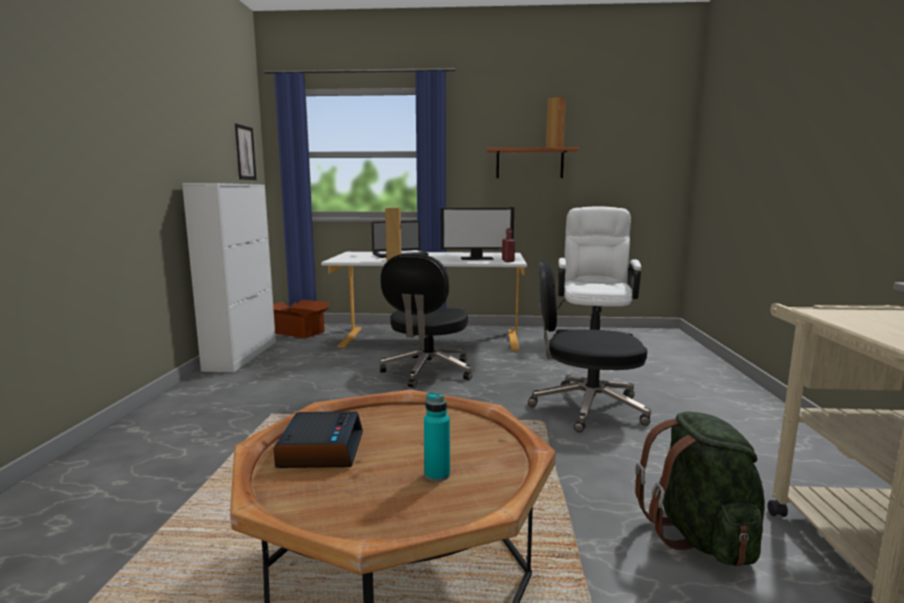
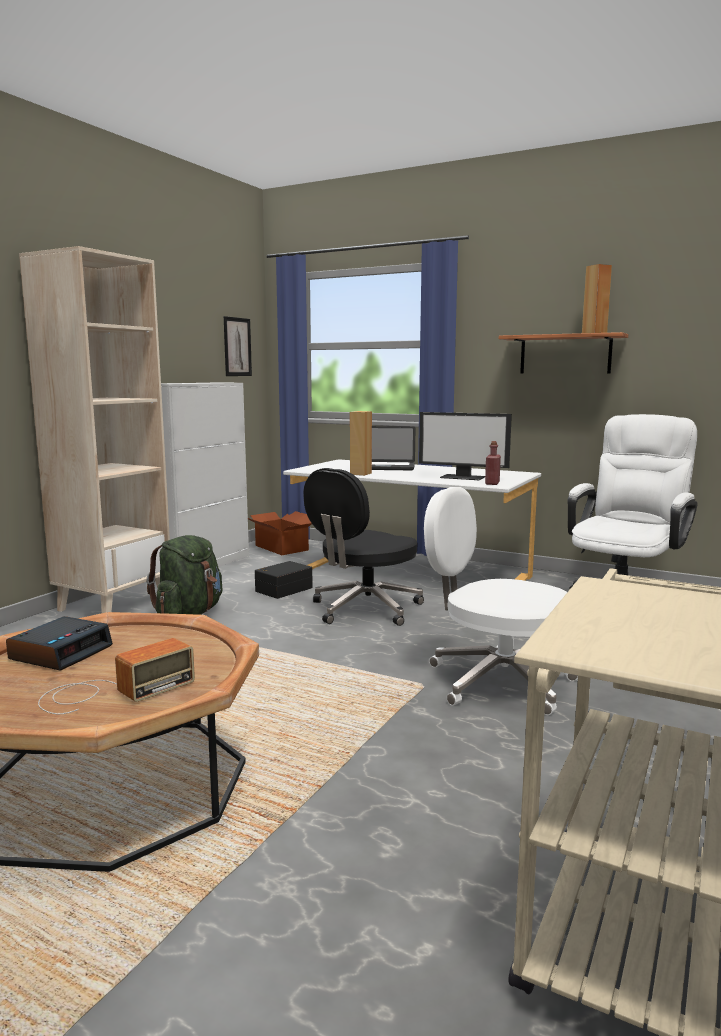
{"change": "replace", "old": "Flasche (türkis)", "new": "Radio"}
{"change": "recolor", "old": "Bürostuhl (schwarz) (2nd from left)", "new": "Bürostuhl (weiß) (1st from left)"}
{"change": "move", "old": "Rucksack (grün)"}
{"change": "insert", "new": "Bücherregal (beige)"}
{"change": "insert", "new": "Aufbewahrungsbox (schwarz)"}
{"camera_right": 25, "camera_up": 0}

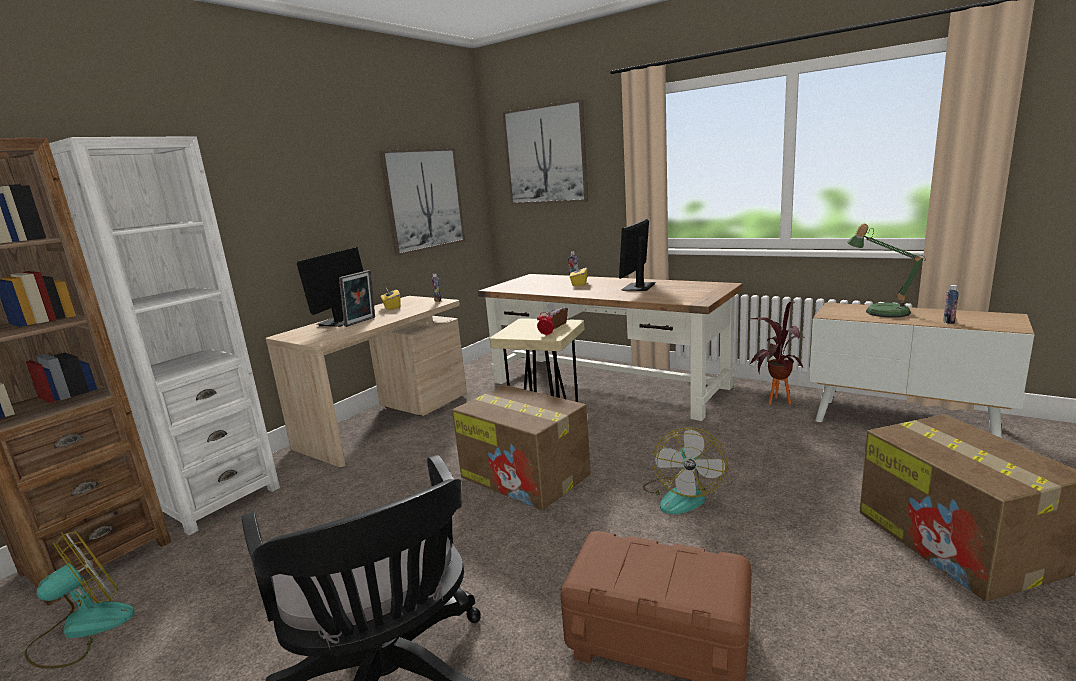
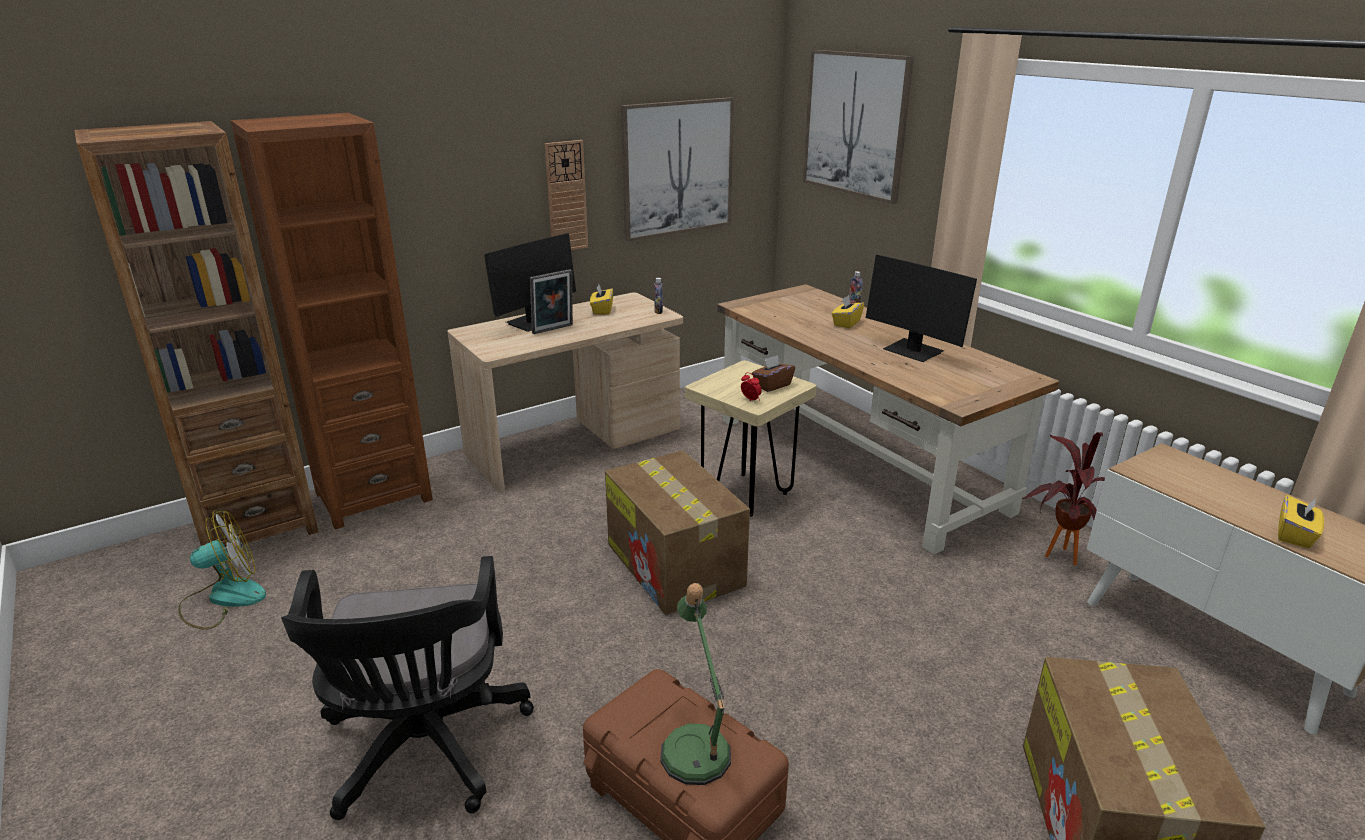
{"change": "recolor", "old": "Bücherregal (weiß)", "new": "Bücherregal (braun) (2nd from left)"}
{"change": "rotate", "old": "Monitor (2nd from left)", "degrees": -90}
{"change": "delete", "old": "Ventilator (2nd from left)"}
{"change": "move", "old": "Tischlampe"}
{"change": "replace", "old": "Flasche (3rd from left)", "new": "Taschentuchbox (gelb) (3rd from left)"}
{"change": "insert", "new": "Wanduhr"}
{"camera_right": 20, "camera_up": 10}

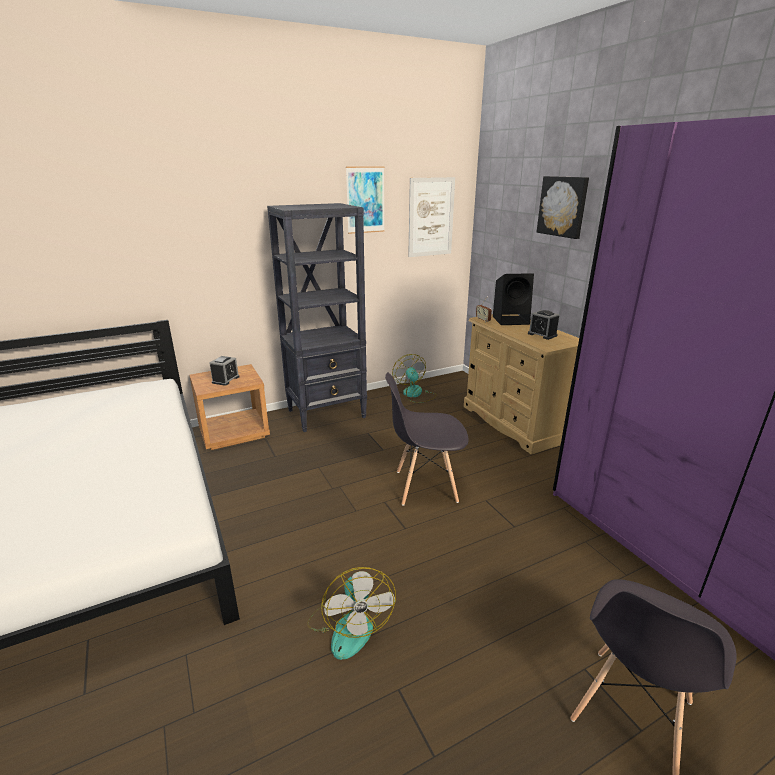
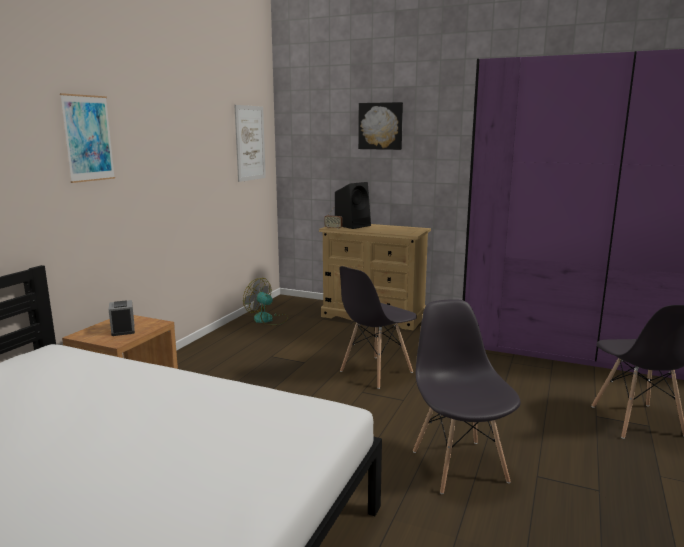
{"change": "delete", "old": "Bücherregal (schwarz)"}
{"change": "replace", "old": "Ventilator (1st from left)", "new": "Stuhl (grau) (2nd from left)"}
{"change": "move", "old": "Bild (1st from left)"}
{"change": "delete", "old": "Wecker (2nd from left)"}
{"camera_right": -40, "camera_up": -10}

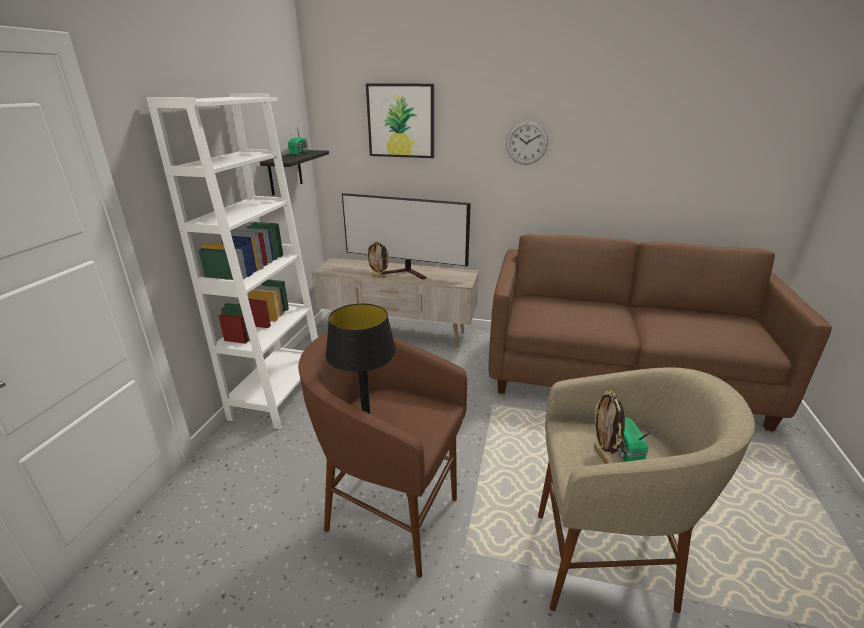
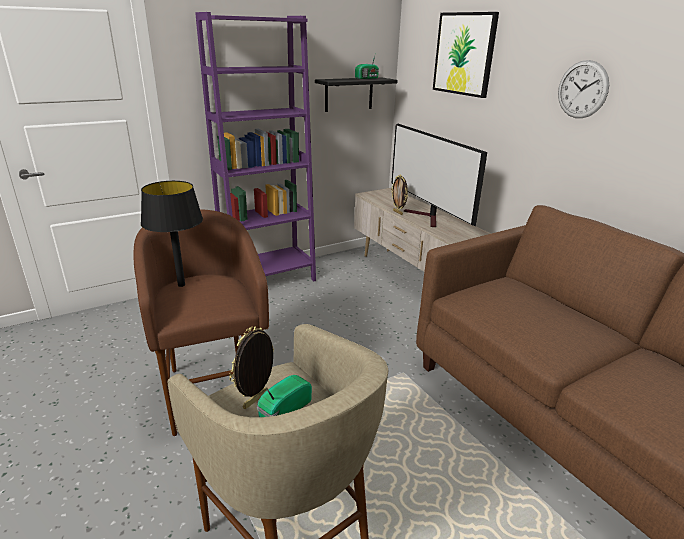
{"change": "recolor", "old": "Bücherregal (weiß)", "new": "Bücherregal (lila)"}
{"camera_right": 45, "camera_up": 0}

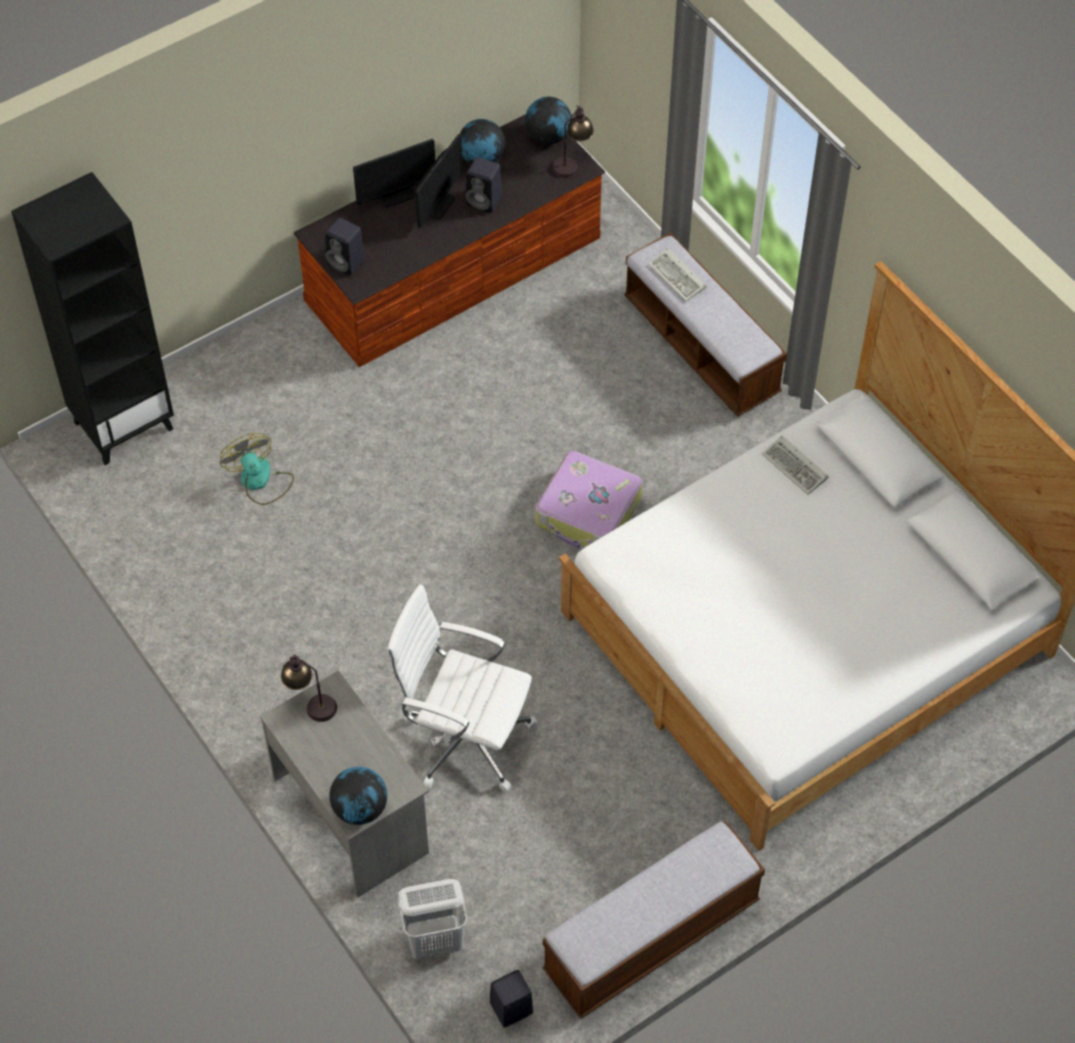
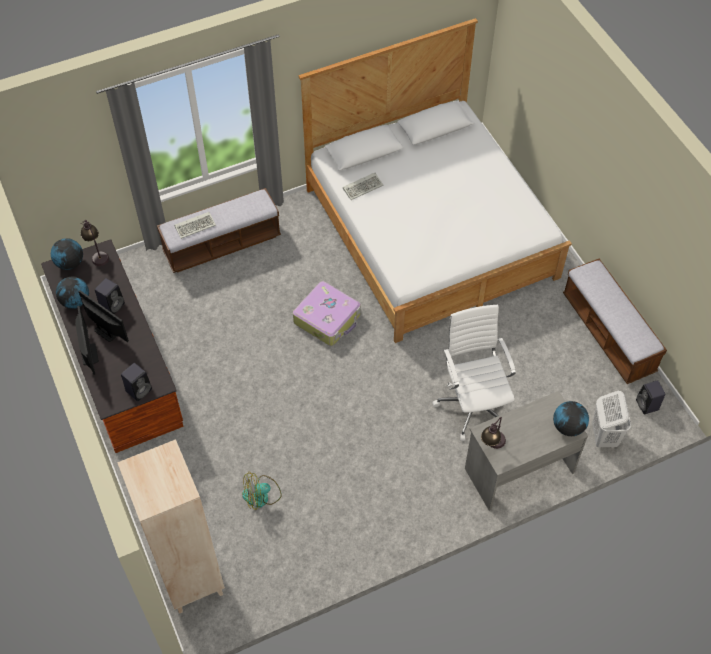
{"change": "recolor", "old": "Bücherregal (schwarz)", "new": "Bücherregal (beige)"}
{"change": "rotate", "old": "Bürostuhl (weiß)", "degrees": 135}
{"camera_right": -80, "camera_up": 0}

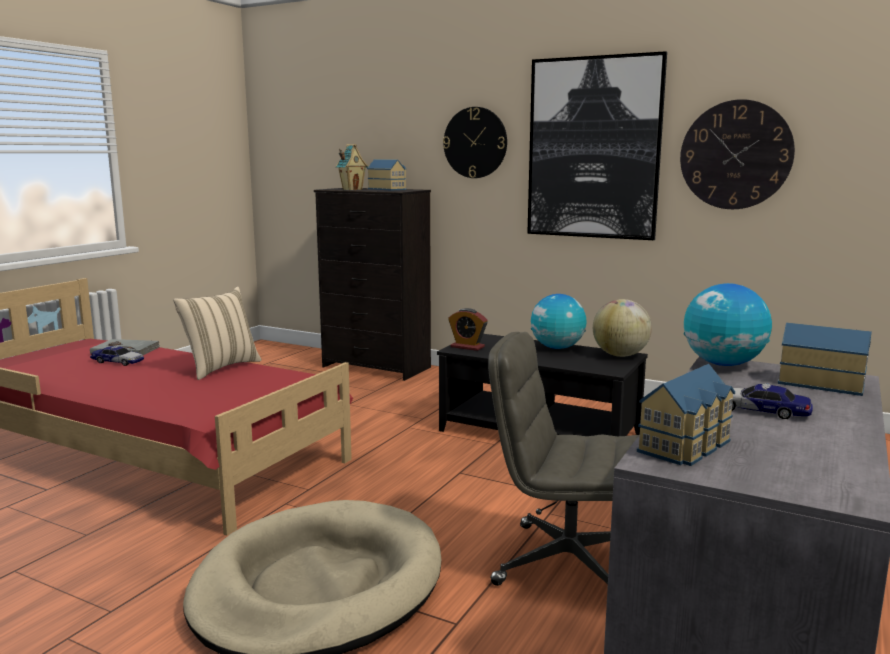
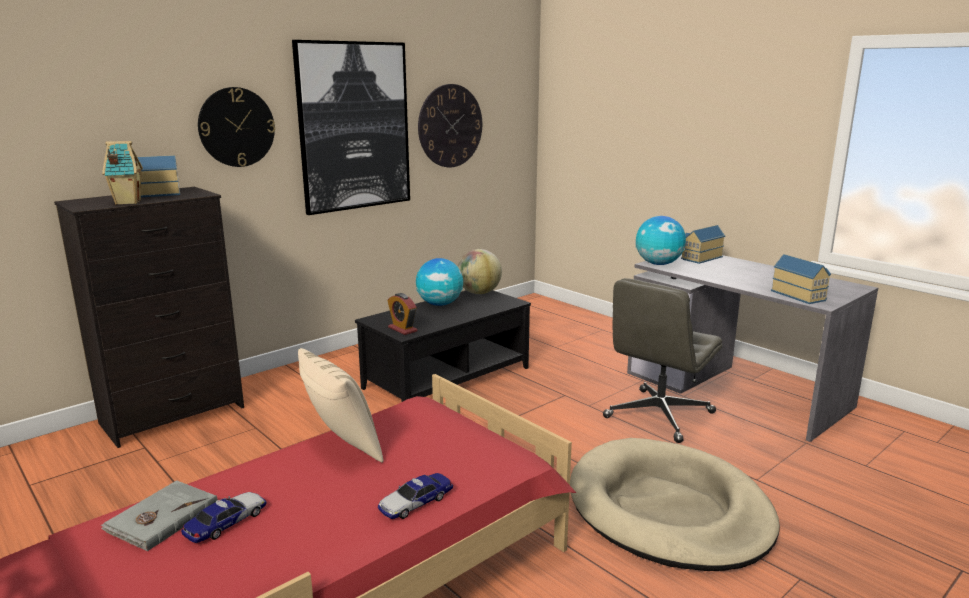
{"change": "rotate", "old": "Wecker", "degrees": 90}
{"change": "move", "old": "Spielzeugauto (2nd from left)"}
{"camera_right": -70, "camera_up": 5}

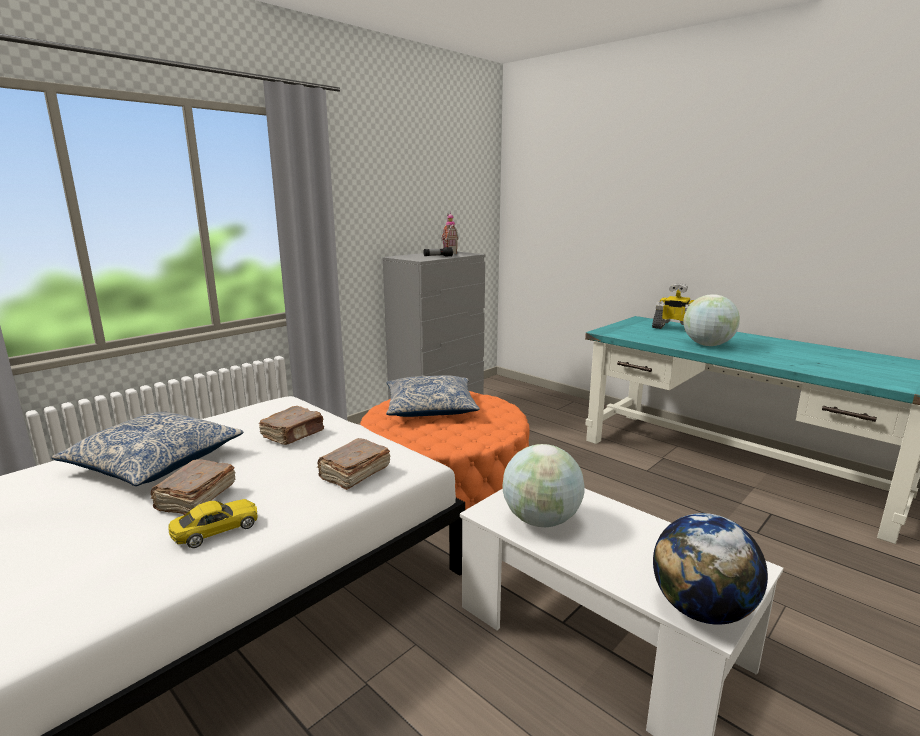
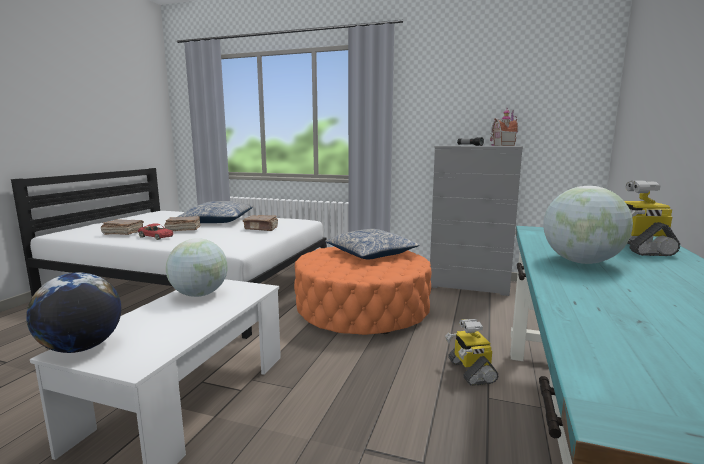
{"change": "recolor", "old": "Spielzeugauto (gelb)", "new": "Spielzeugauto (rot)"}
{"change": "move", "old": "Buch (braun) (3rd from left in the first image)", "new": "Buch (braun) (1st from left)"}
{"change": "insert", "new": "Spielzeugroboter (1st from left)"}
{"camera_right": 65, "camera_up": -5}

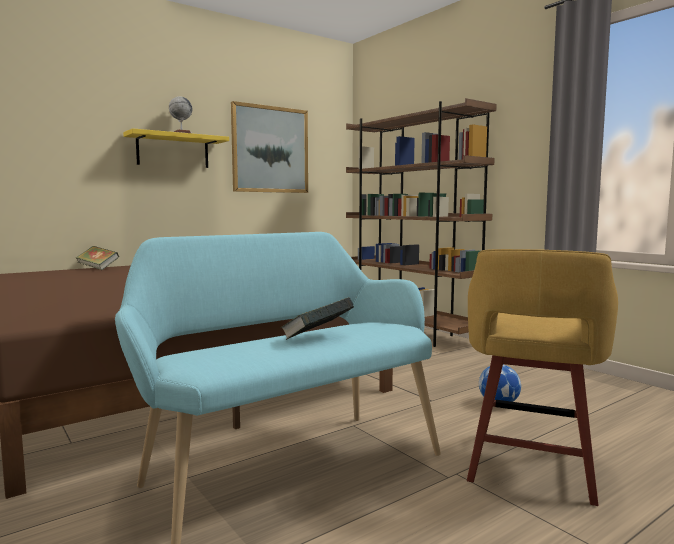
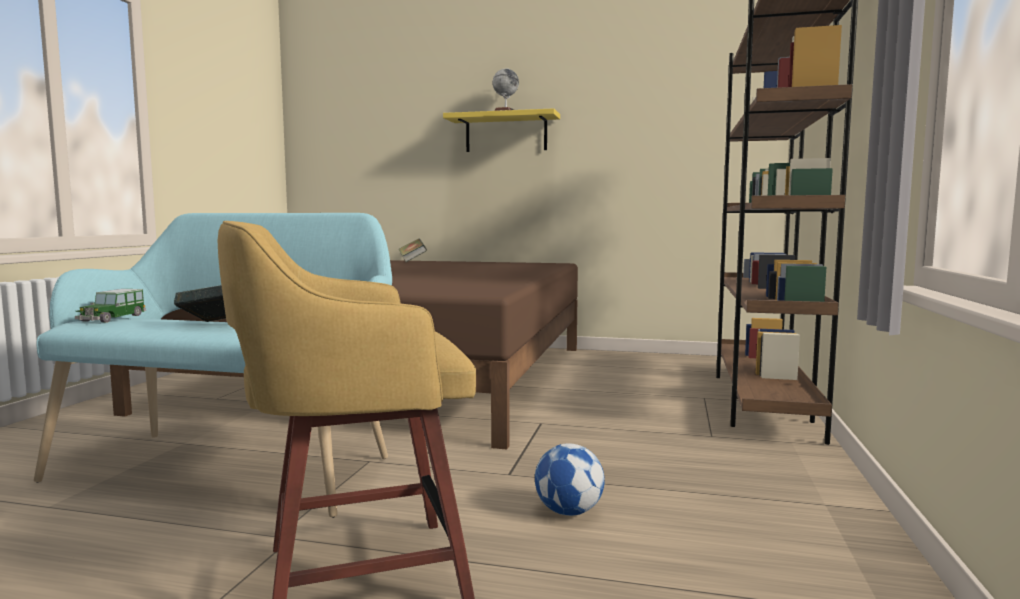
{"change": "delete", "old": "Bild"}
{"change": "insert", "new": "Spielzeugauto"}
{"camera_right": 50, "camera_up": 0}

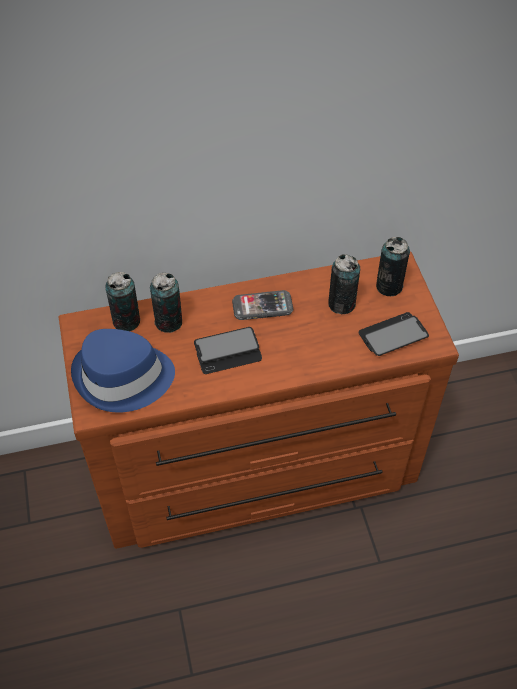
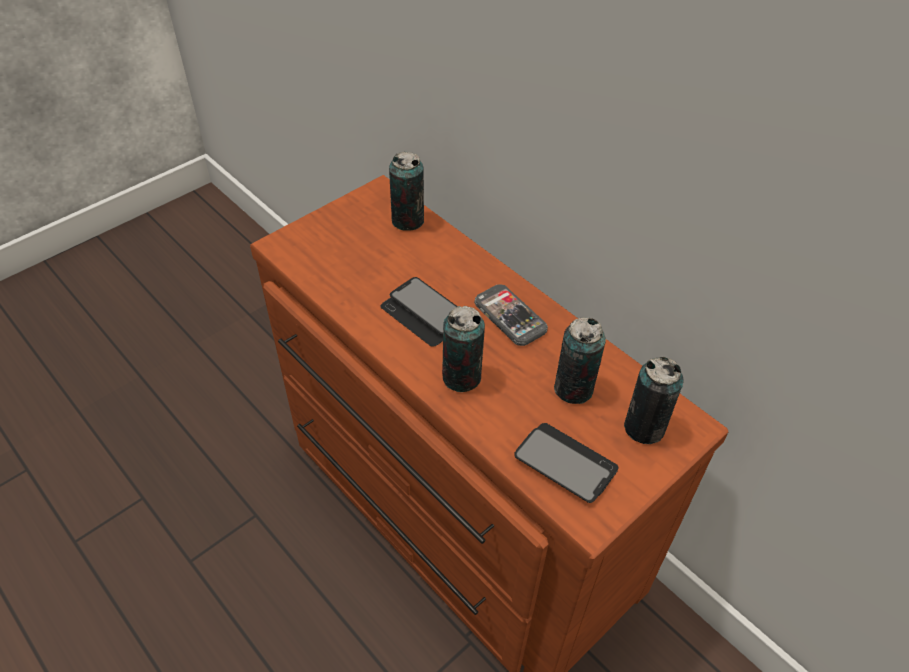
{"change": "delete", "old": "Hut (blau)"}
{"change": "move", "old": "Dose (2nd from left)"}
{"camera_right": 60, "camera_up": -5}

